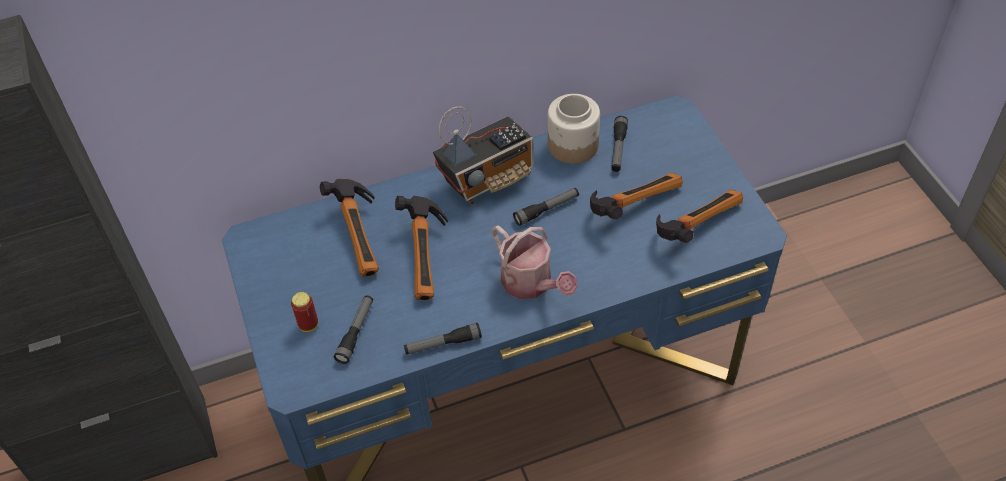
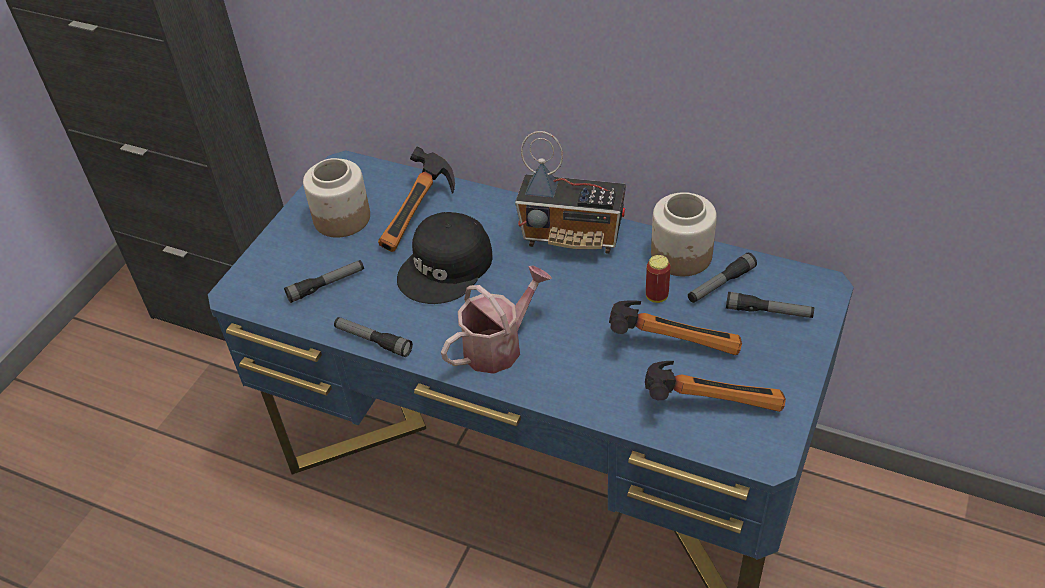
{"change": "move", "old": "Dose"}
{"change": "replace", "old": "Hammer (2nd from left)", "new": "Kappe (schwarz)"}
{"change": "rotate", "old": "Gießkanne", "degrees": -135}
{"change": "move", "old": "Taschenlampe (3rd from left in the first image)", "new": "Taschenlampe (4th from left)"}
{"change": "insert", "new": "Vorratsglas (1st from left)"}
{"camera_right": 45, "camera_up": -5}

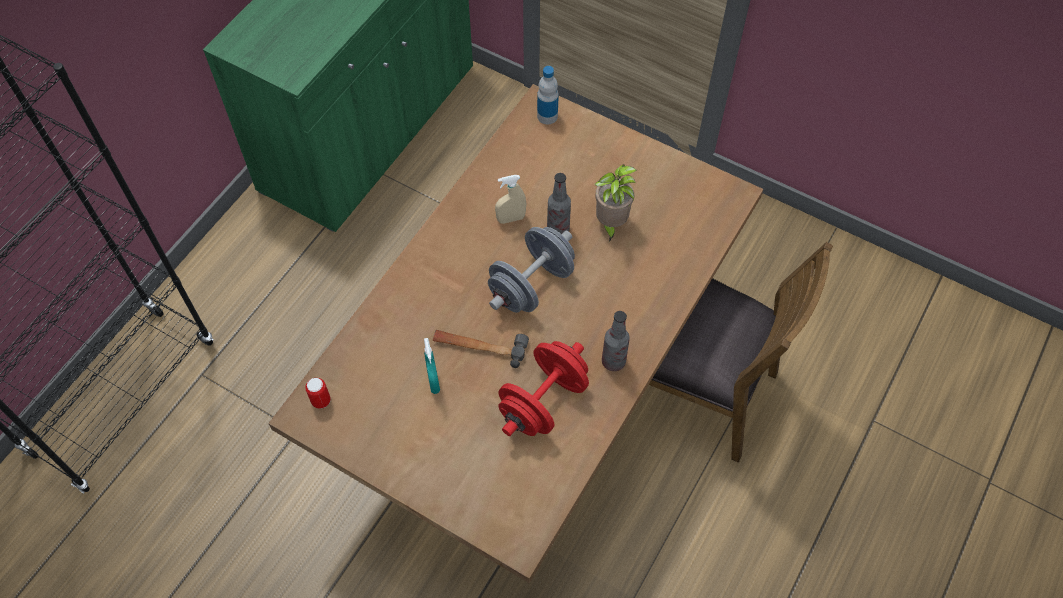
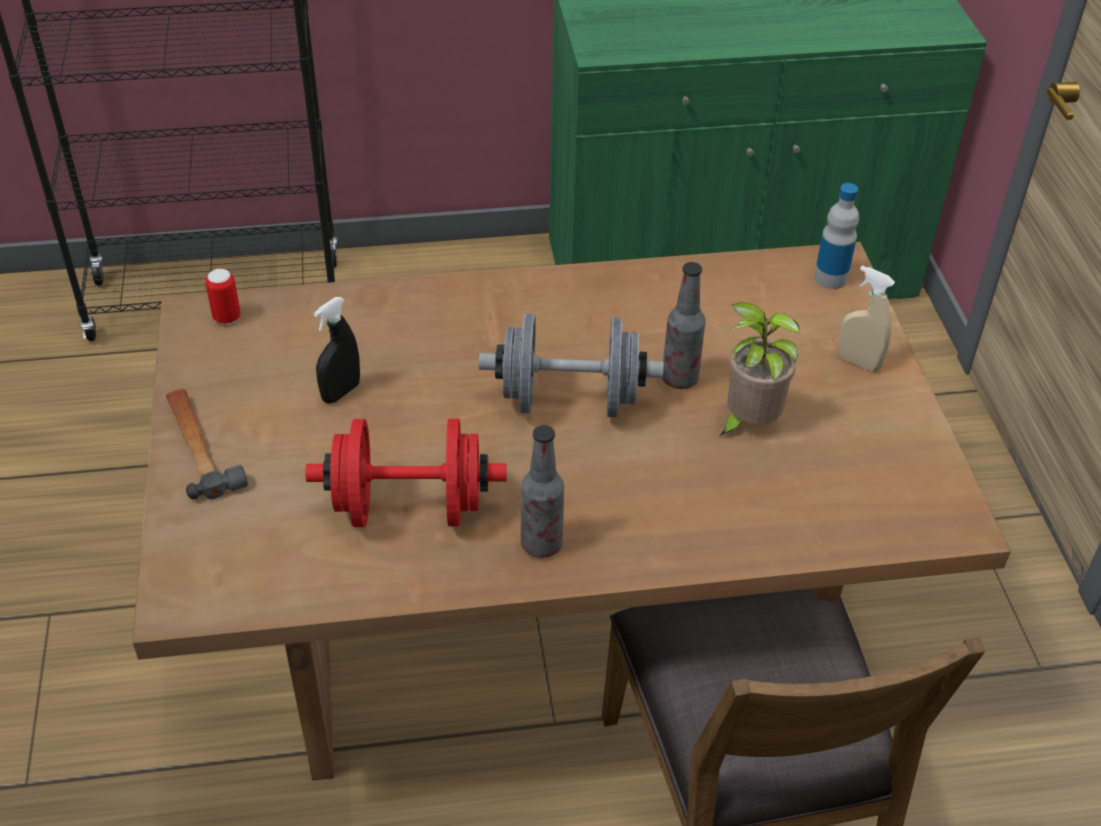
{"change": "recolor", "old": "Sprühflasche (türkis)", "new": "Sprühflasche (schwarz)"}
{"change": "move", "old": "Hammer"}
{"change": "move", "old": "Sprühflasche (beige)"}
{"camera_right": 50, "camera_up": -15}

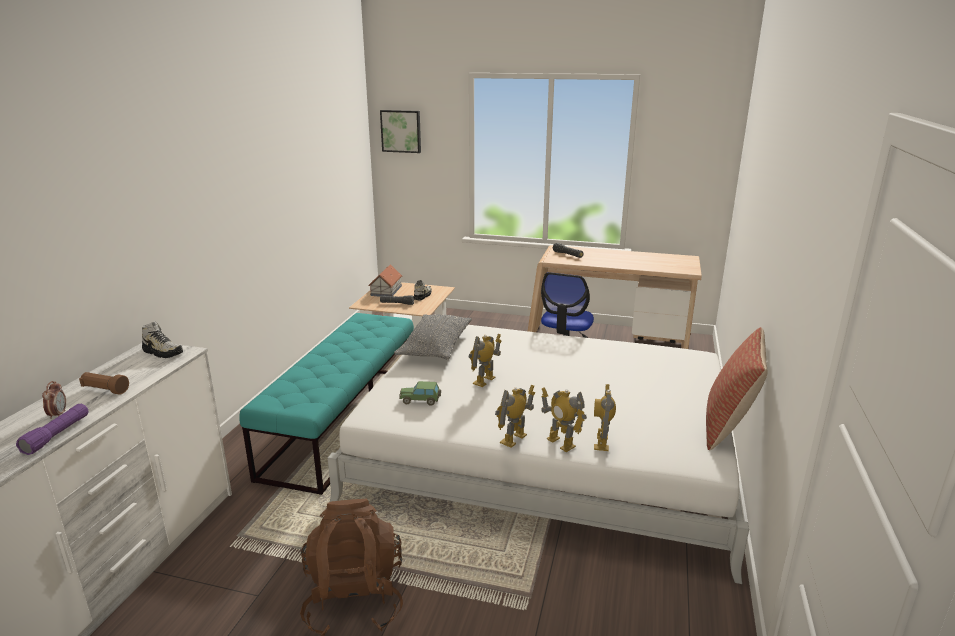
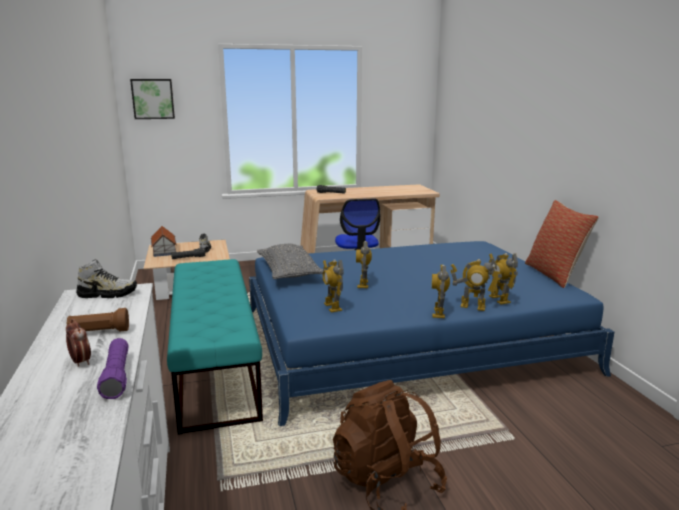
{"change": "recolor", "old": "Bett (weiß)", "new": "Bett (blau)"}
{"change": "replace", "old": "Spielzeugauto", "new": "Spielzeugroboter (1st from left)"}
{"camera_right": -30, "camera_up": -5}

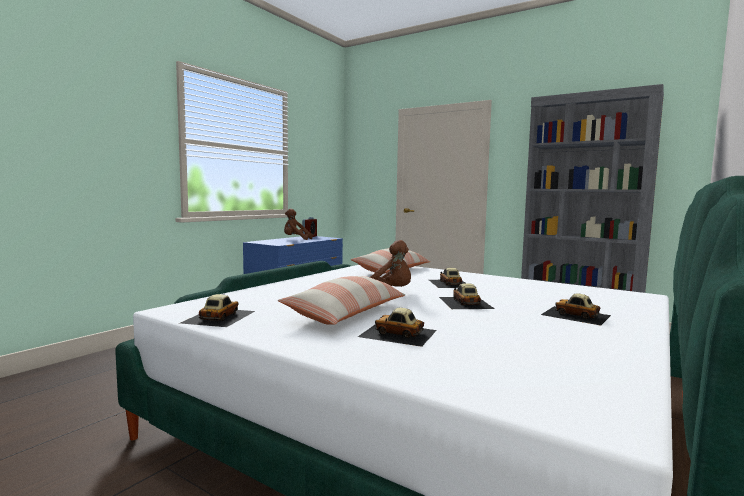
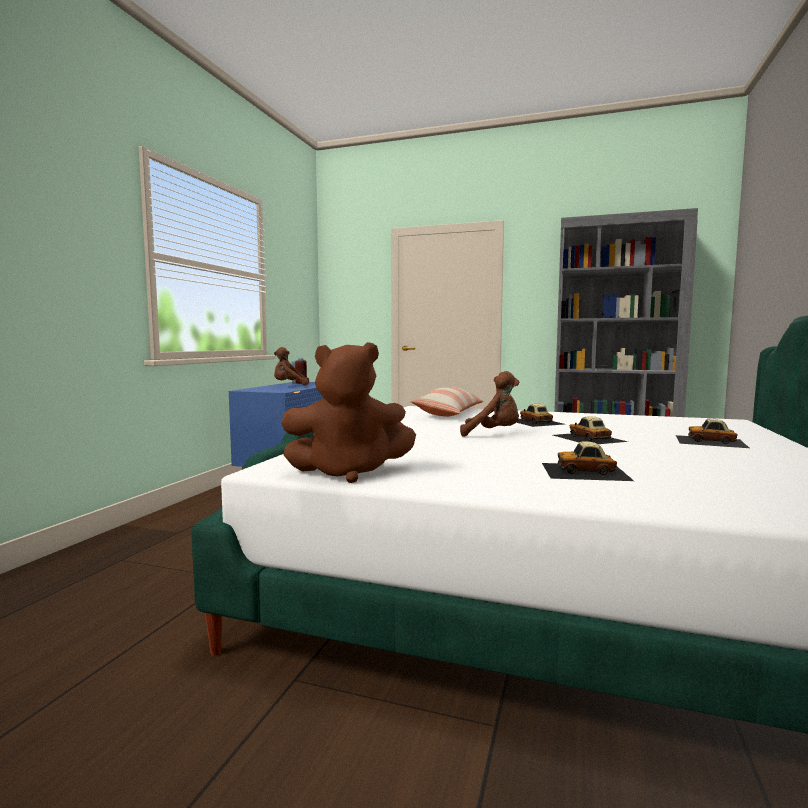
{"change": "replace", "old": "Spielzeugauto (1st from left)", "new": "Plüschtier (braun) (2nd from left)"}
{"change": "delete", "old": "Kissen (1st from left)"}
{"camera_right": -15, "camera_up": 0}

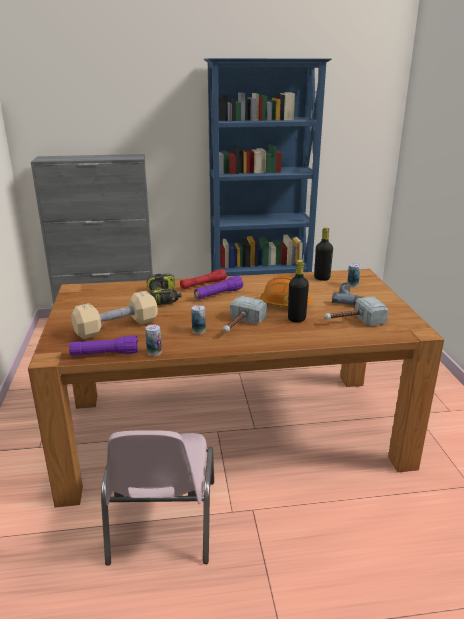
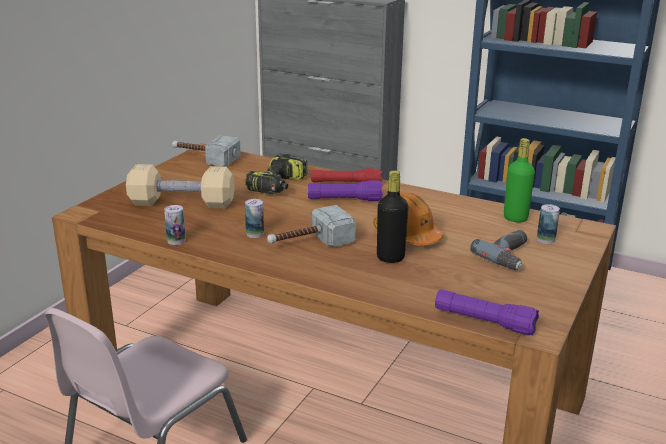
{"change": "move", "old": "Taschenlampe (lila) (1st from left in the first image)", "new": "Taschenlampe (lila) (2nd from left)"}
{"change": "recolor", "old": "Flasche (schwarz) (2nd from left)", "new": "Flasche (grün)"}
{"change": "move", "old": "Hammer (2nd from left in the first image)", "new": "Hammer (1st from left)"}
{"camera_right": 35, "camera_up": 0}

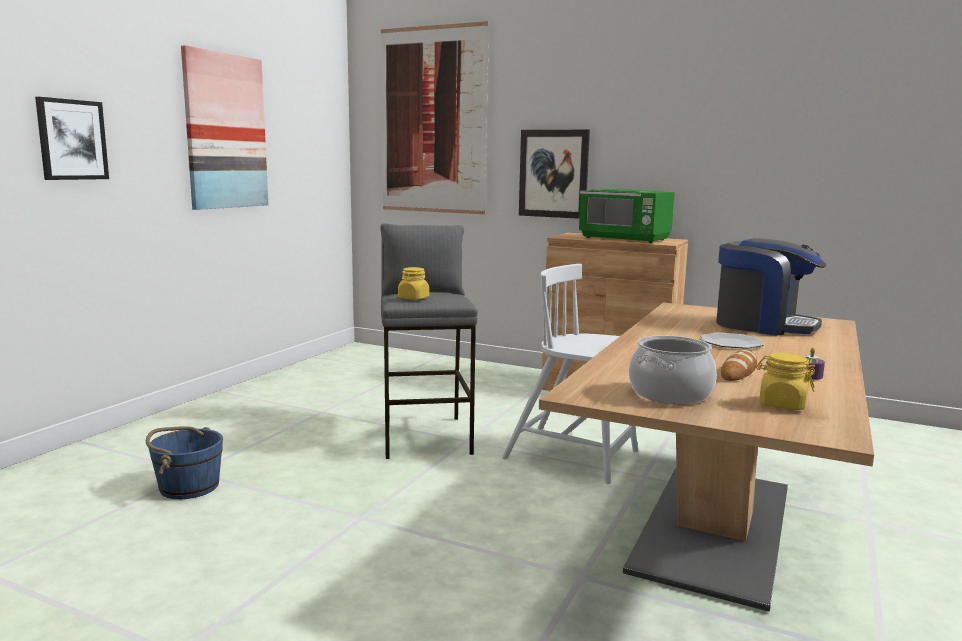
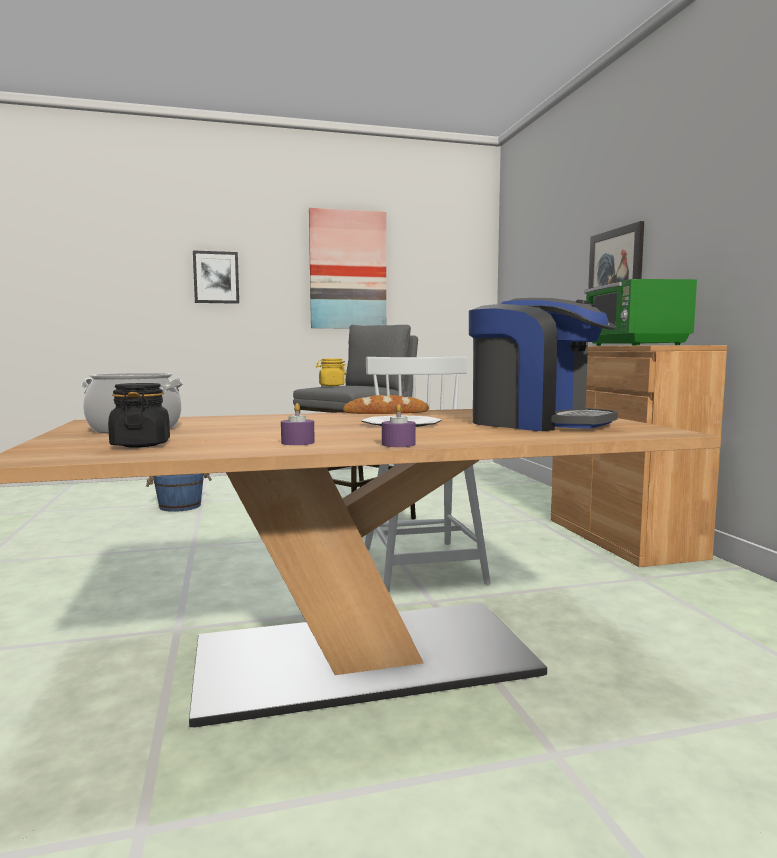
{"change": "delete", "old": "Bild (3rd from left)"}
{"change": "rotate", "old": "Kaffeemaschine", "degrees": -45}
{"change": "move", "old": "Brot"}
{"change": "recolor", "old": "Vorratsglas (gelb) (2nd from left)", "new": "Vorratsglas (schwarz)"}
{"change": "insert", "new": "Kerze (lila) (2nd from left)"}
{"camera_right": 50, "camera_up": -5}

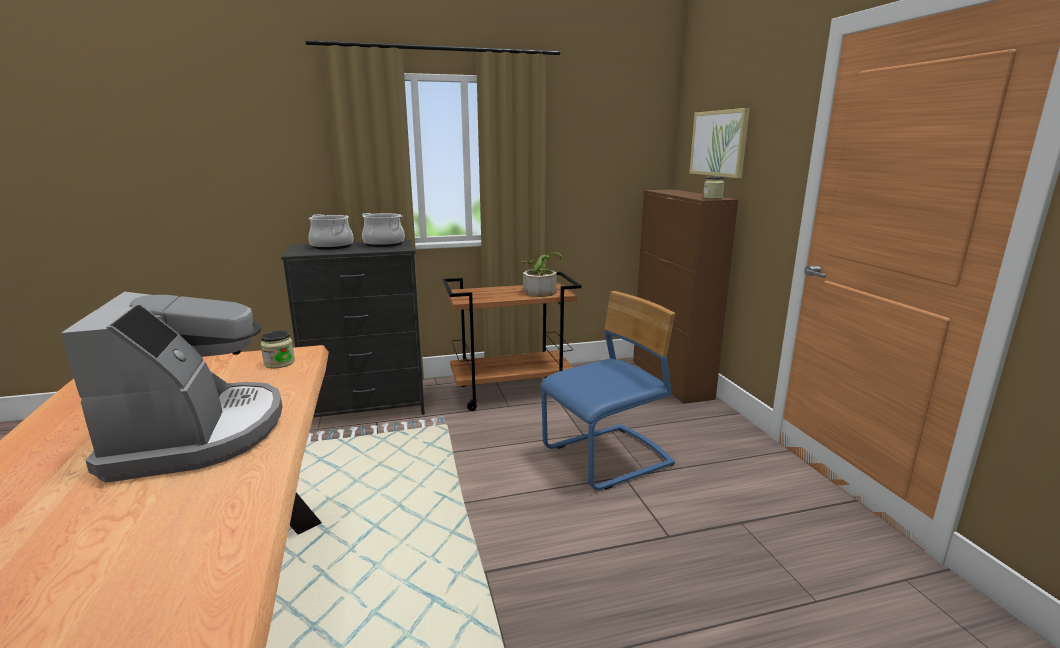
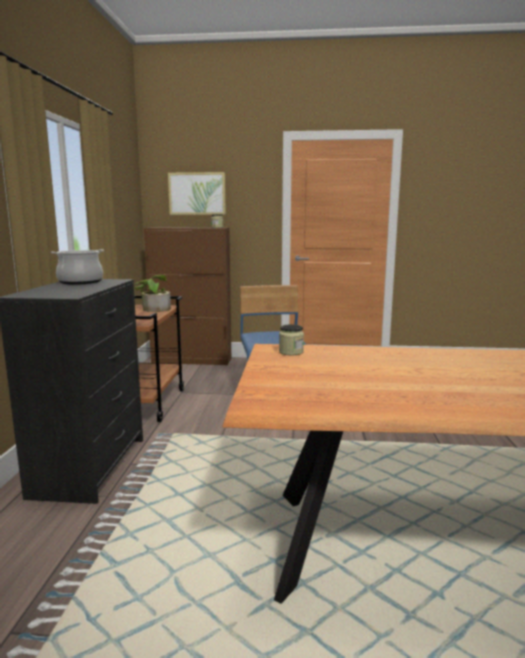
{"change": "delete", "old": "Kaffeemaschine"}
{"change": "delete", "old": "Kochtopf (1st from left)"}
{"camera_right": -70, "camera_up": -5}

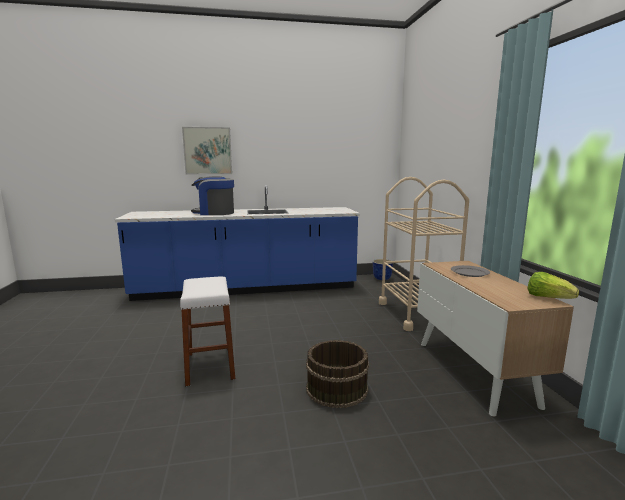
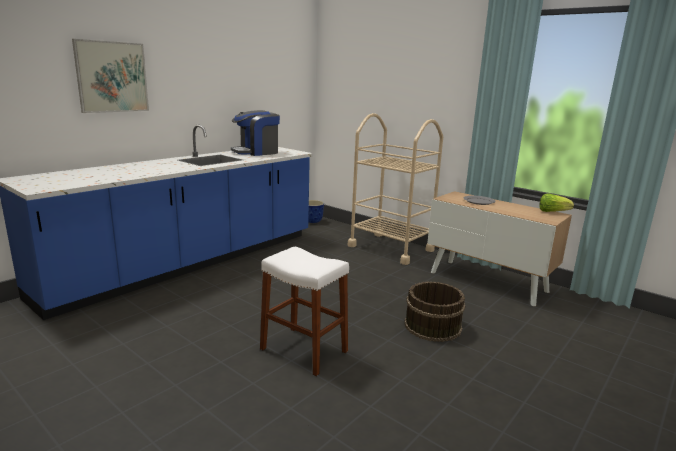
{"change": "move", "old": "Kaffeemaschine"}
{"camera_right": -40, "camera_up": 5}

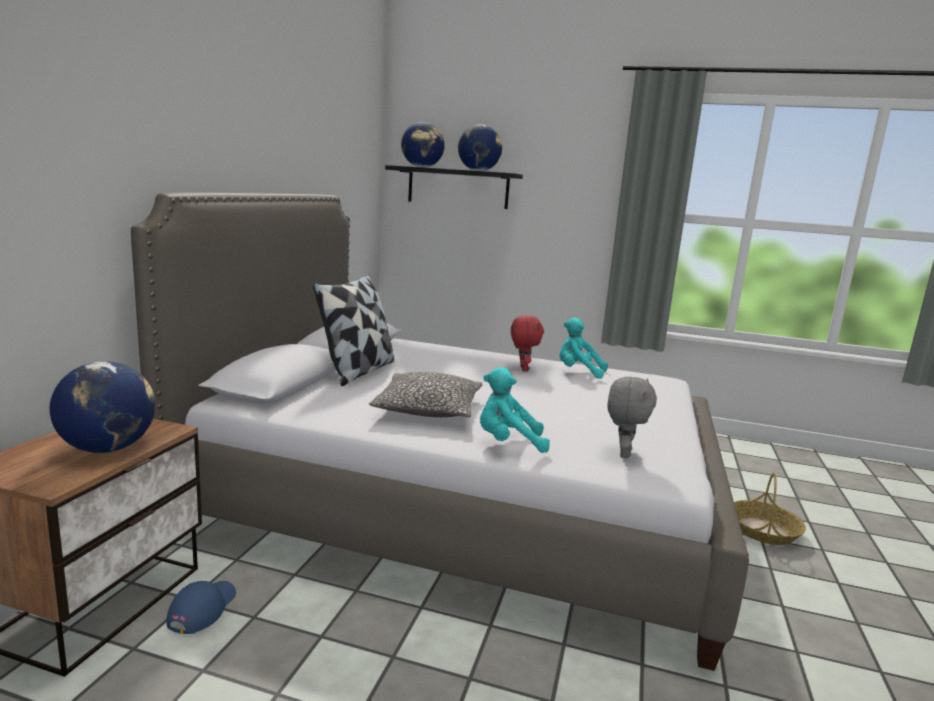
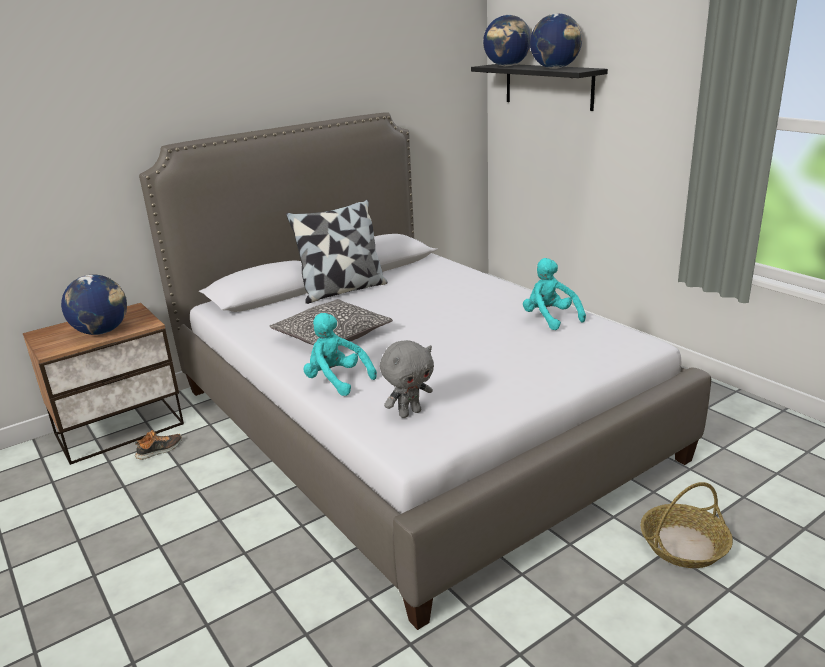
{"change": "replace", "old": "Kappe (blau)", "new": "Schuh"}
{"change": "delete", "old": "Plüschtier (rot)"}
{"camera_right": 40, "camera_up": 10}

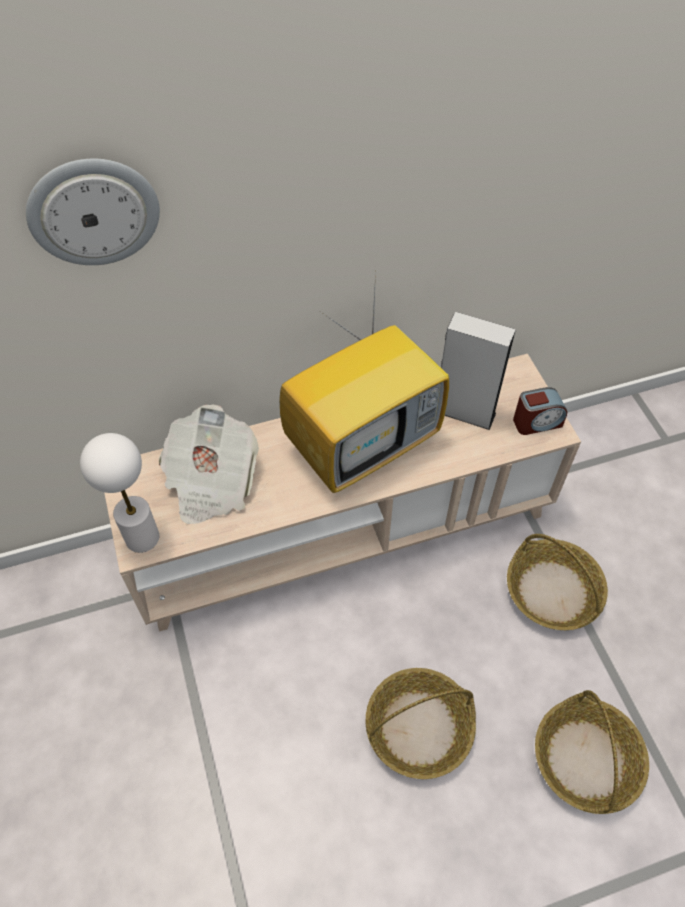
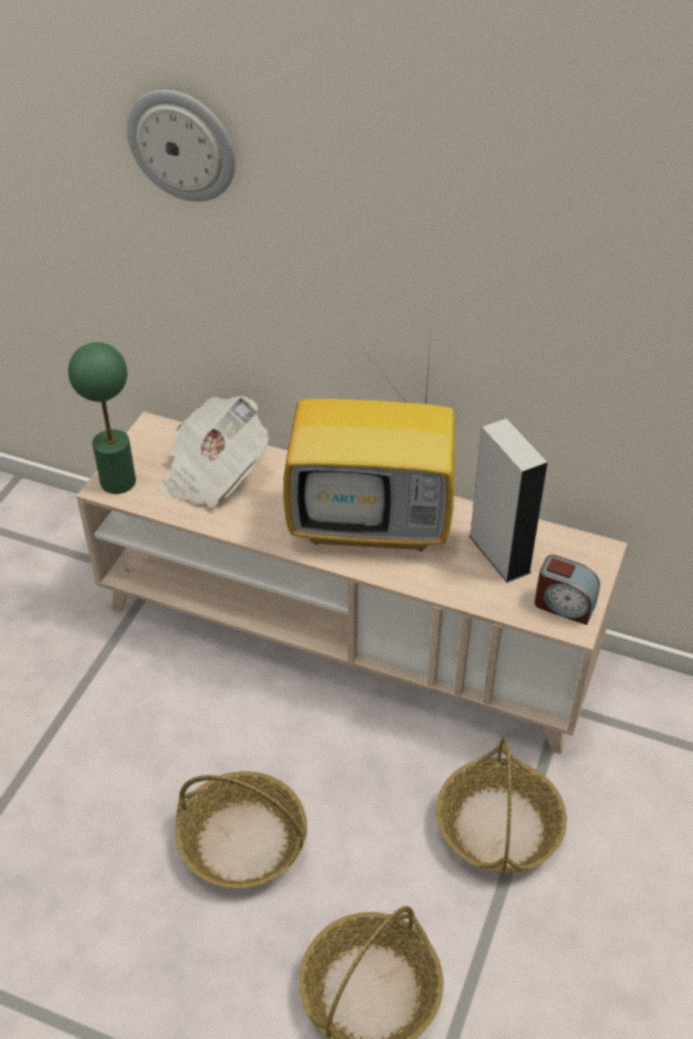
{"change": "recolor", "old": "Tischlampe (weiß)", "new": "Tischlampe (grün)"}
{"camera_right": 40, "camera_up": -10}

